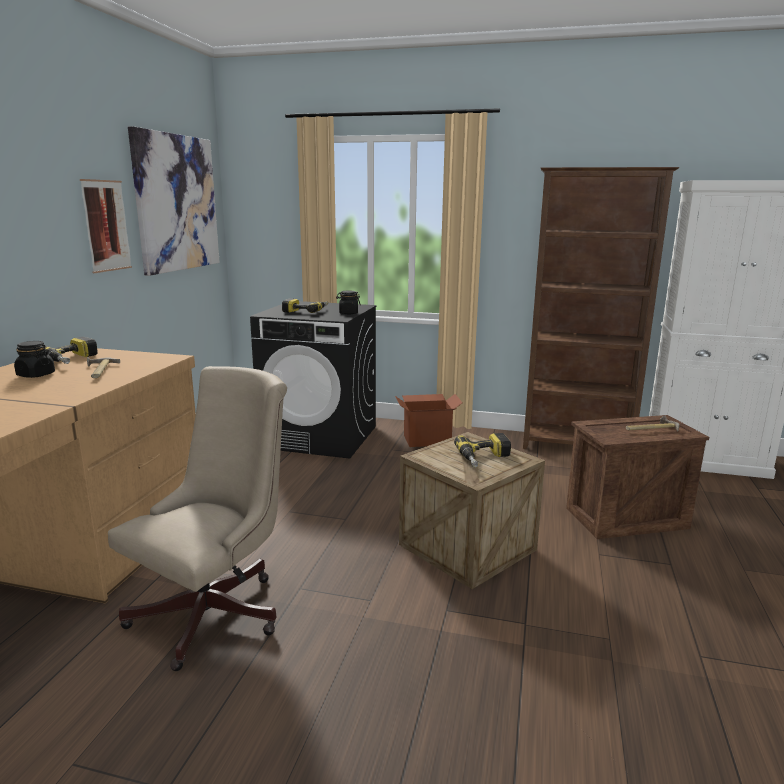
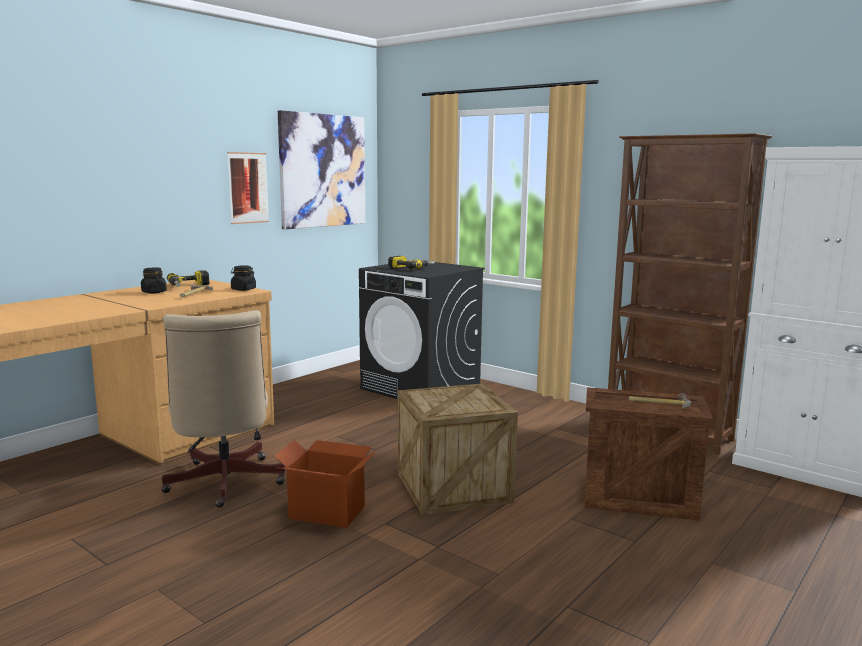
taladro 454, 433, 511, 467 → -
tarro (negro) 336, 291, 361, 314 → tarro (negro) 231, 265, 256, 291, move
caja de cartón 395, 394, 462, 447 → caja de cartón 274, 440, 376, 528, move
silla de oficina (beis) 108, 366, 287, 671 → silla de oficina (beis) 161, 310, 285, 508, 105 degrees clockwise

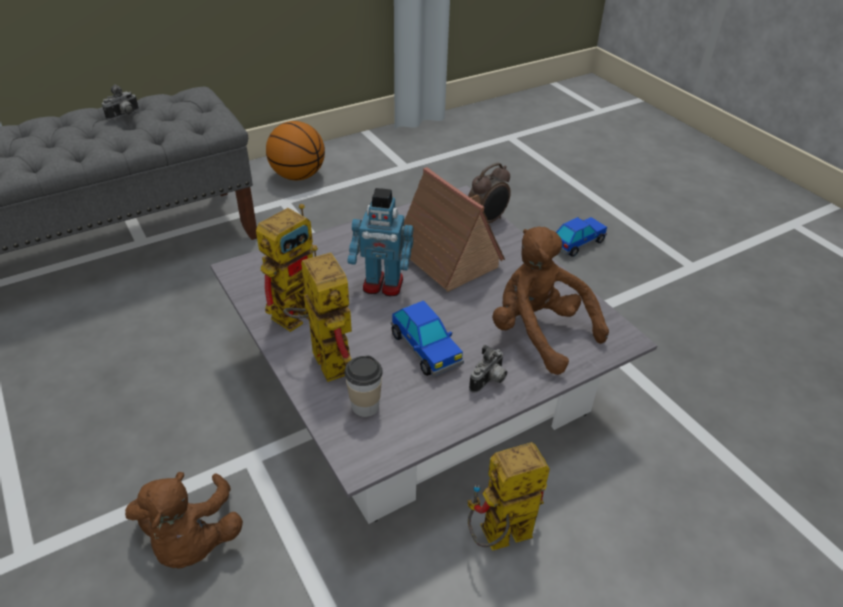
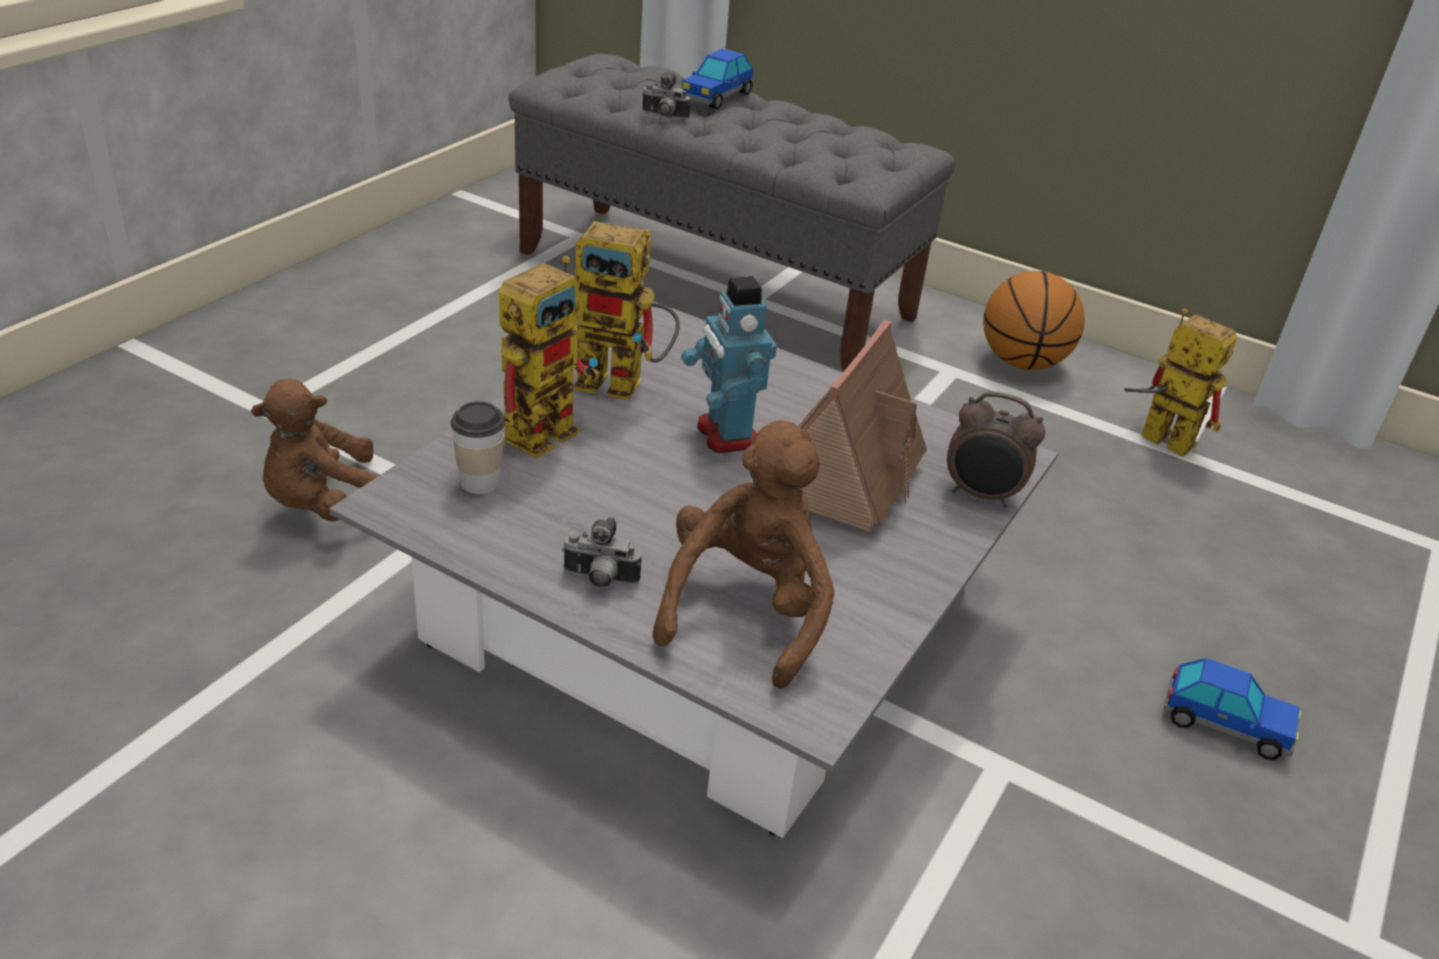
cámara 102, 84, 139, 120 → cámara 642, 72, 691, 120, move
coche de juguete 391, 301, 464, 376 → coche de juguete 682, 48, 754, 110, move
robot de juguete 468, 442, 550, 551 → robot de juguete 1124, 308, 1237, 457, move

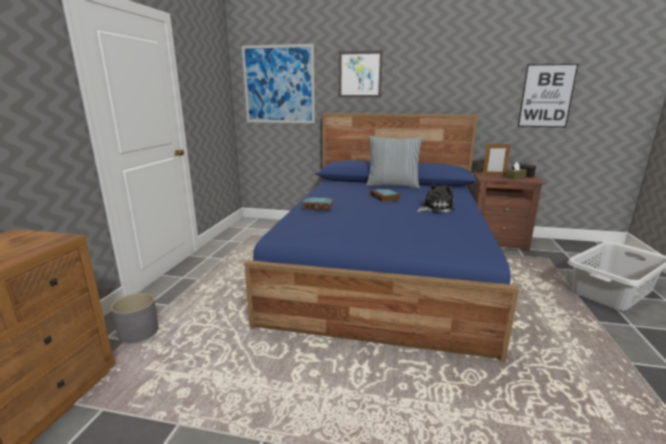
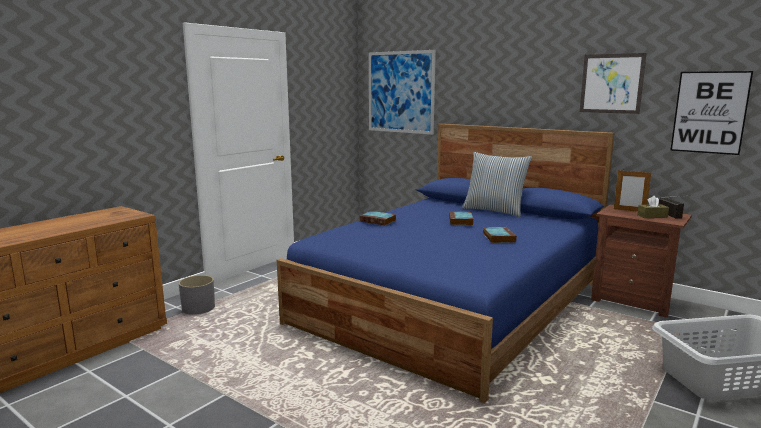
cuadro 339, 50, 383, 98 → cuadro 580, 53, 647, 114, move
peluche 417, 184, 455, 213 → libro 483, 227, 517, 243

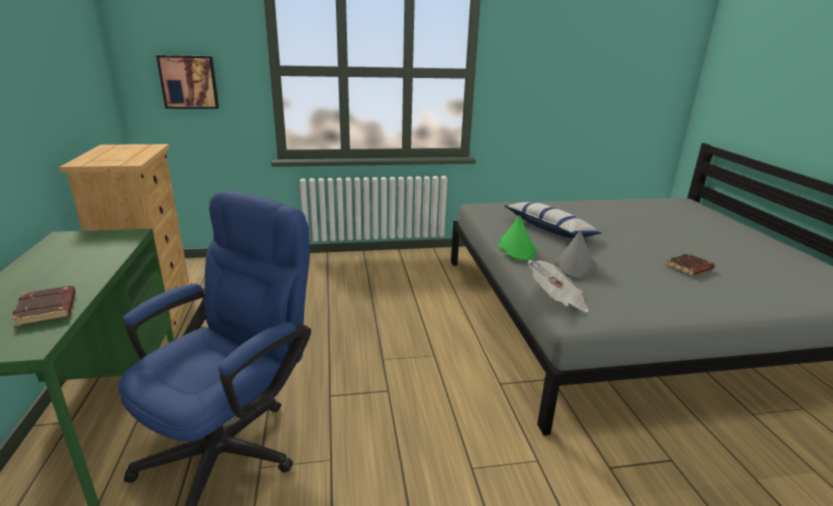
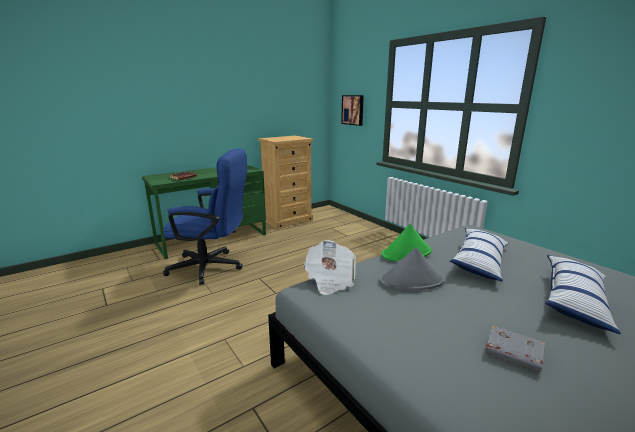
- → cojín 545, 255, 621, 334
libro (marrón) 666, 253, 715, 276 → libro (gris) 485, 326, 545, 372

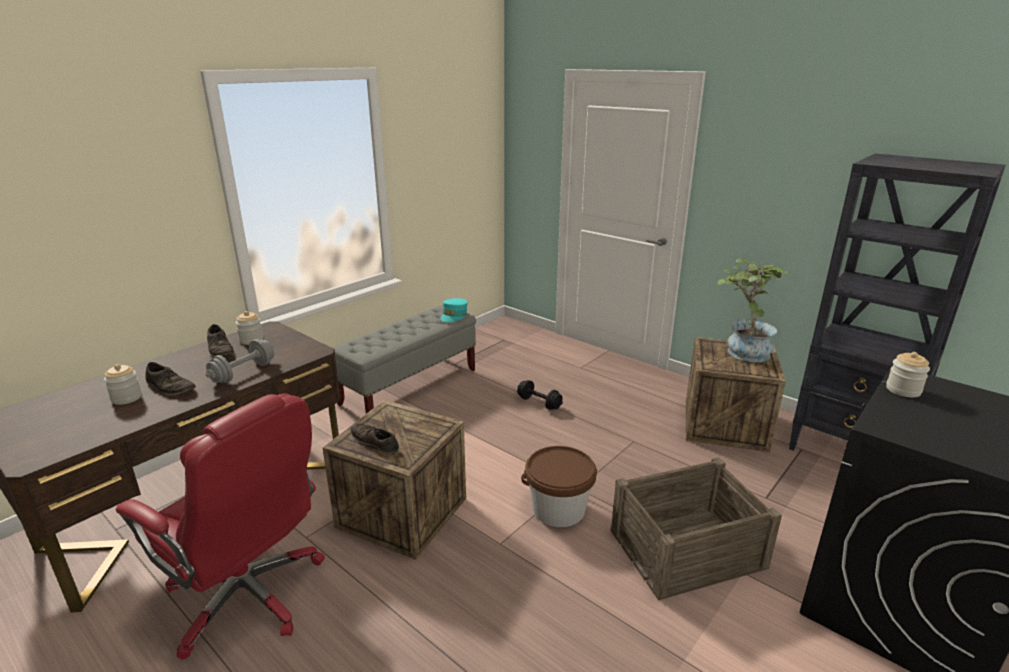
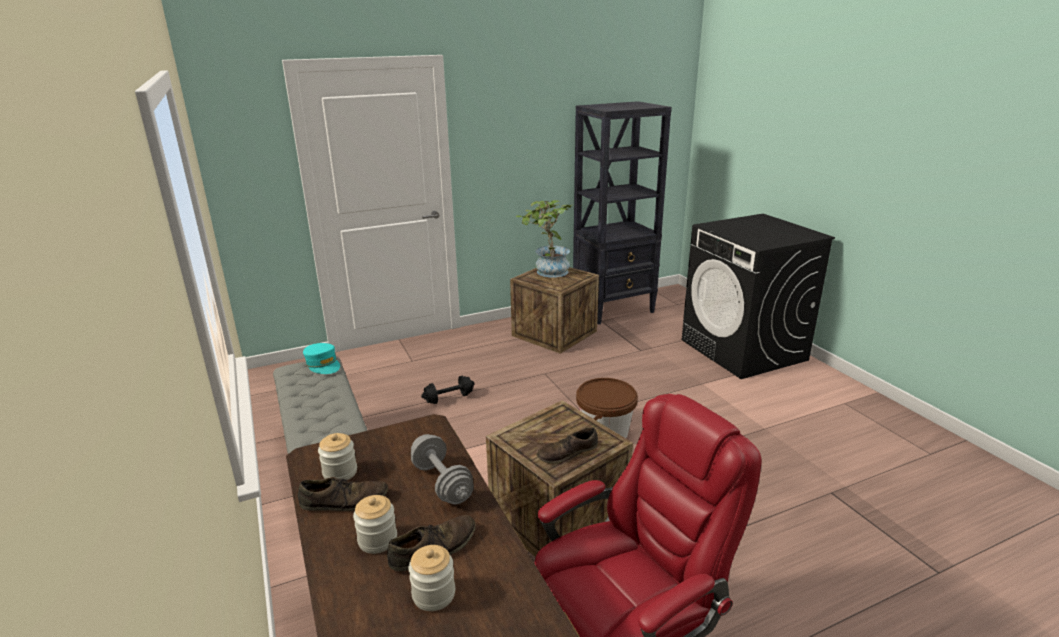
caja de embalaje 611, 457, 782, 600 → -
tarro 886, 352, 930, 397 → tarro 353, 495, 397, 554, move

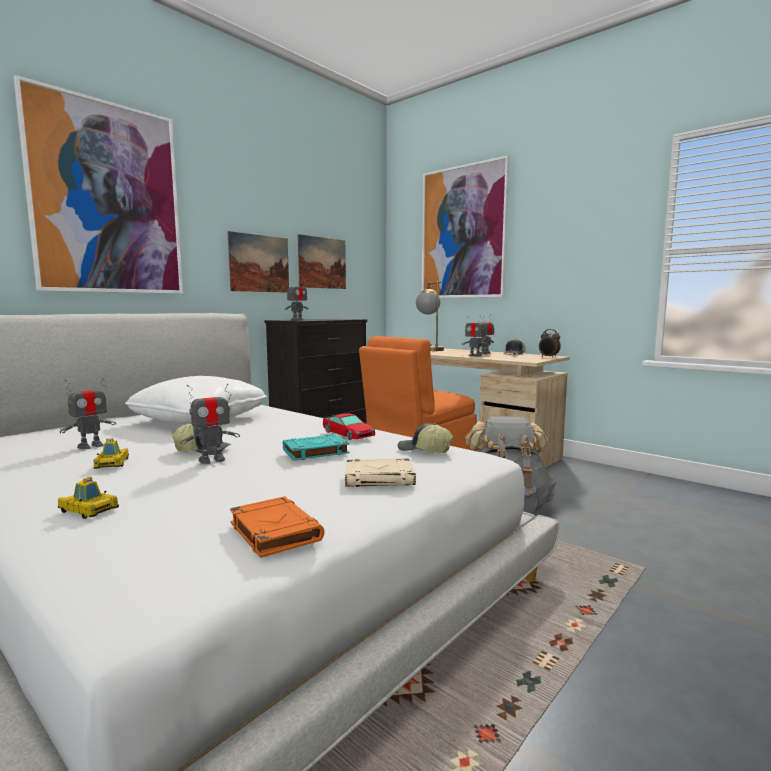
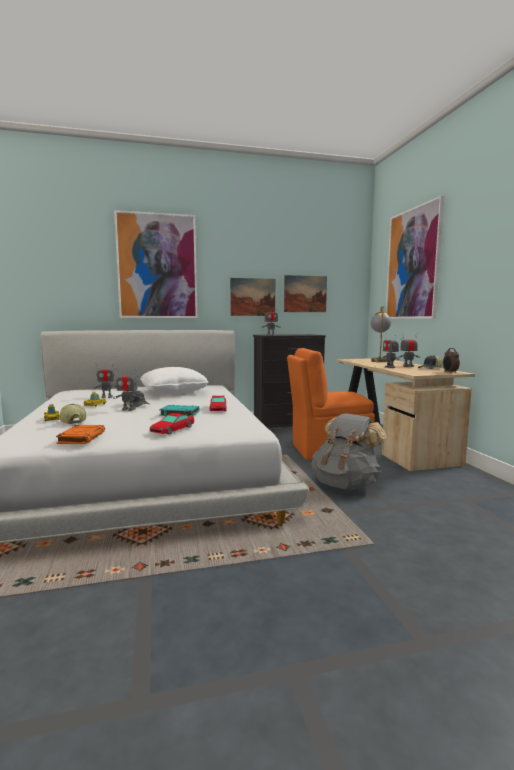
gorra 398, 423, 454, 453 → gorra 59, 404, 86, 424, move
libro (beis) 345, 458, 416, 487 → coche de juguete 150, 413, 194, 434

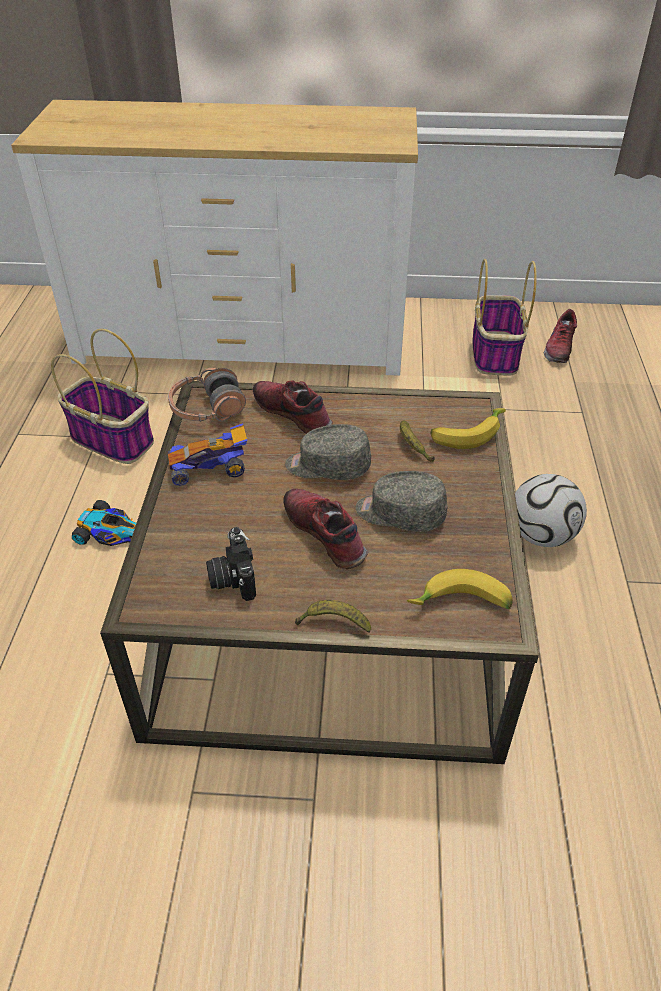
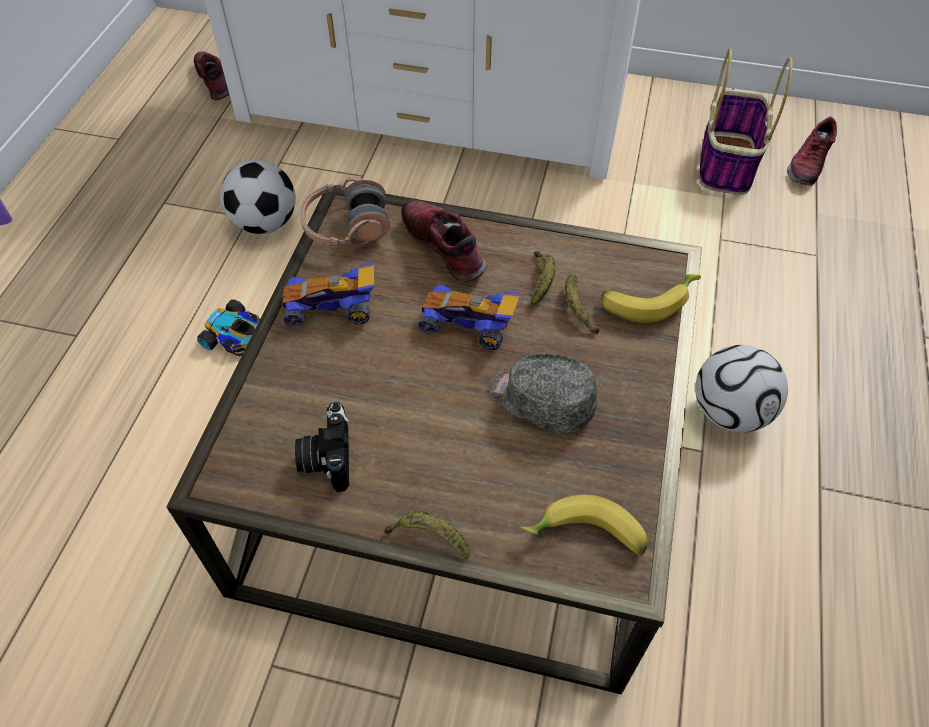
- → plátano 530, 251, 555, 305
zapato 283, 488, 368, 569 → zapato 194, 52, 229, 100, move
cesta 51, 329, 154, 464 → balón de fútbol 220, 160, 296, 234
gorra (gris) 285, 424, 371, 480 → coche de juguete 418, 285, 521, 350

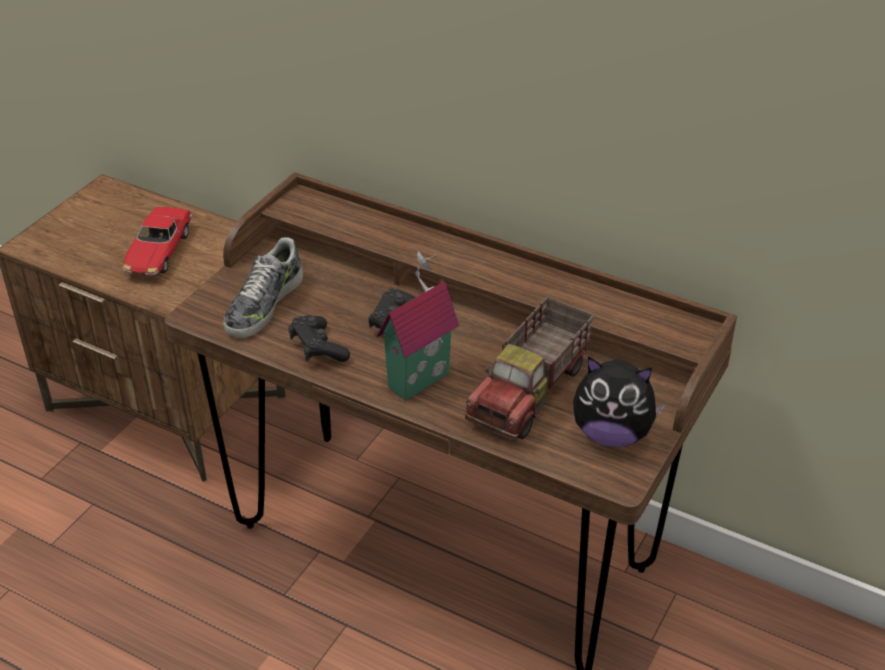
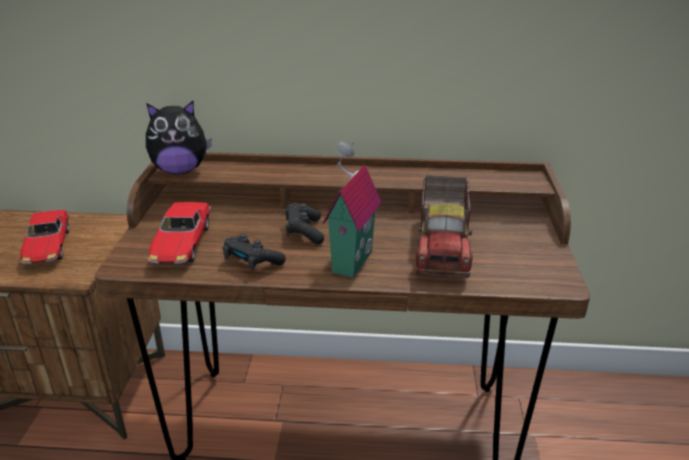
peluche 573, 357, 666, 447 → peluche 146, 101, 212, 174, move
zapato 224, 237, 303, 338 → coche de juguete 148, 202, 211, 264

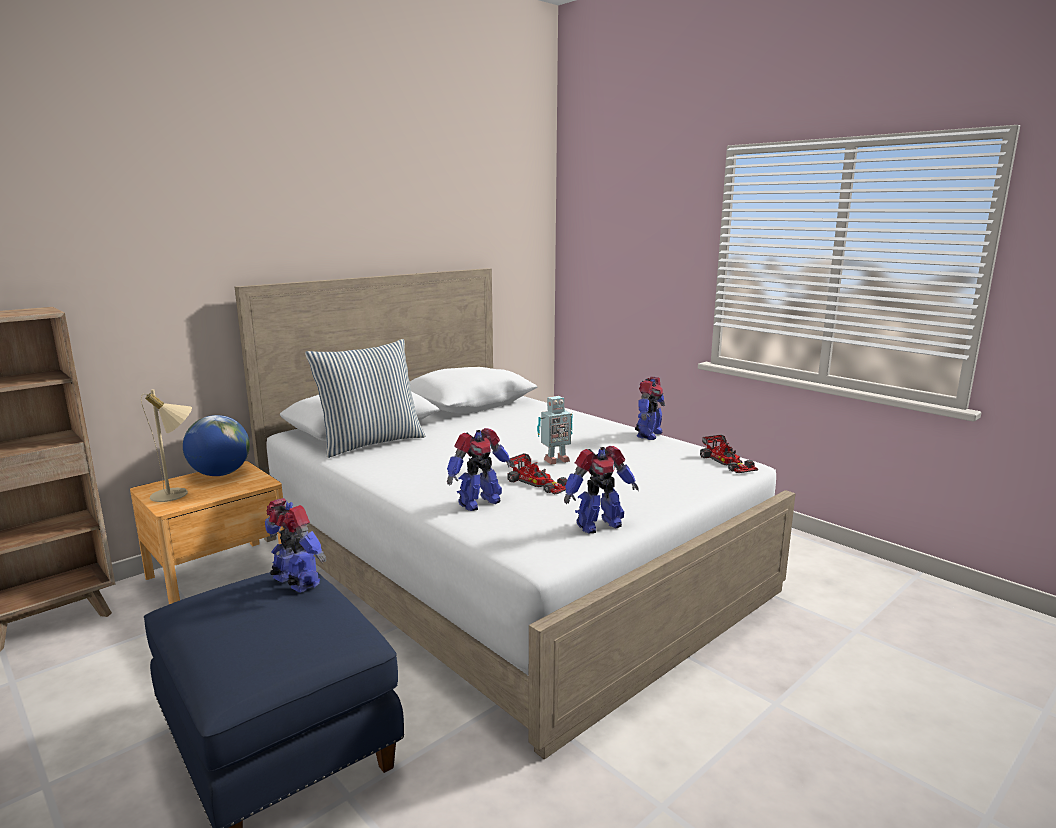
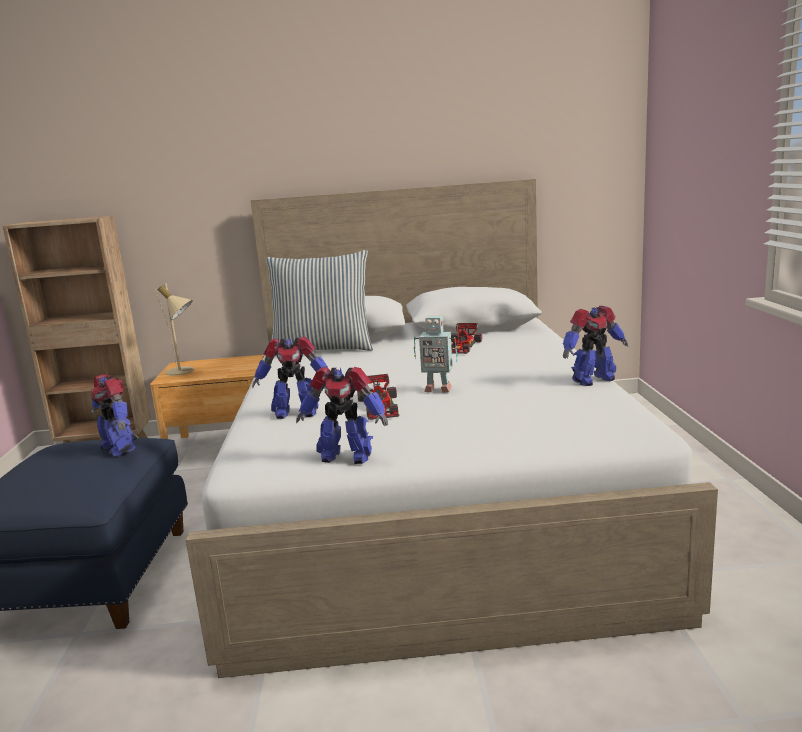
globo terráqueo 183, 415, 250, 476 → -
coche de juguete 700, 435, 758, 473 → coche de juguete 451, 323, 482, 354, move
robot de juguete 265, 498, 326, 593 → robot de juguete 91, 374, 137, 456, 150 degrees clockwise

